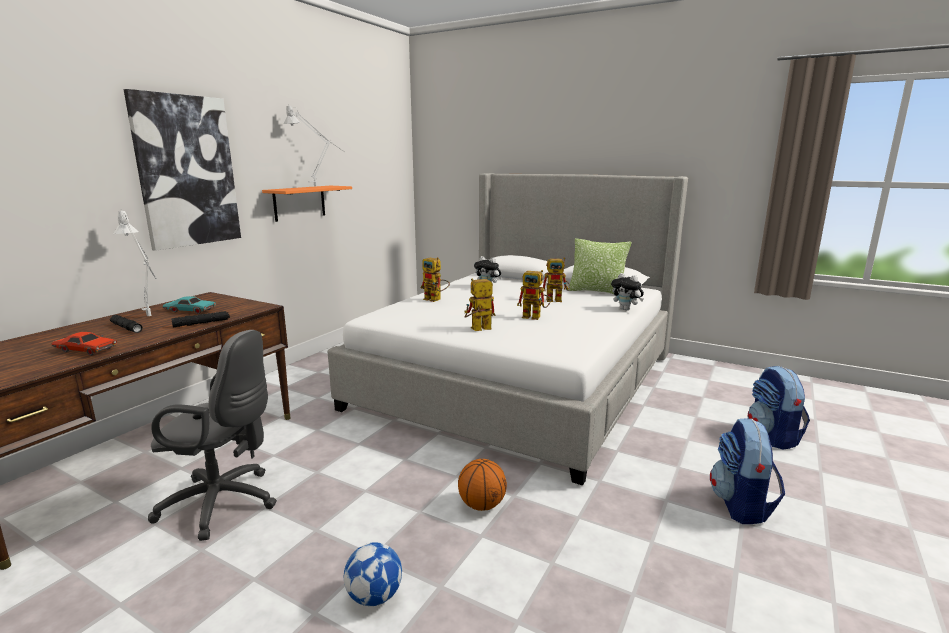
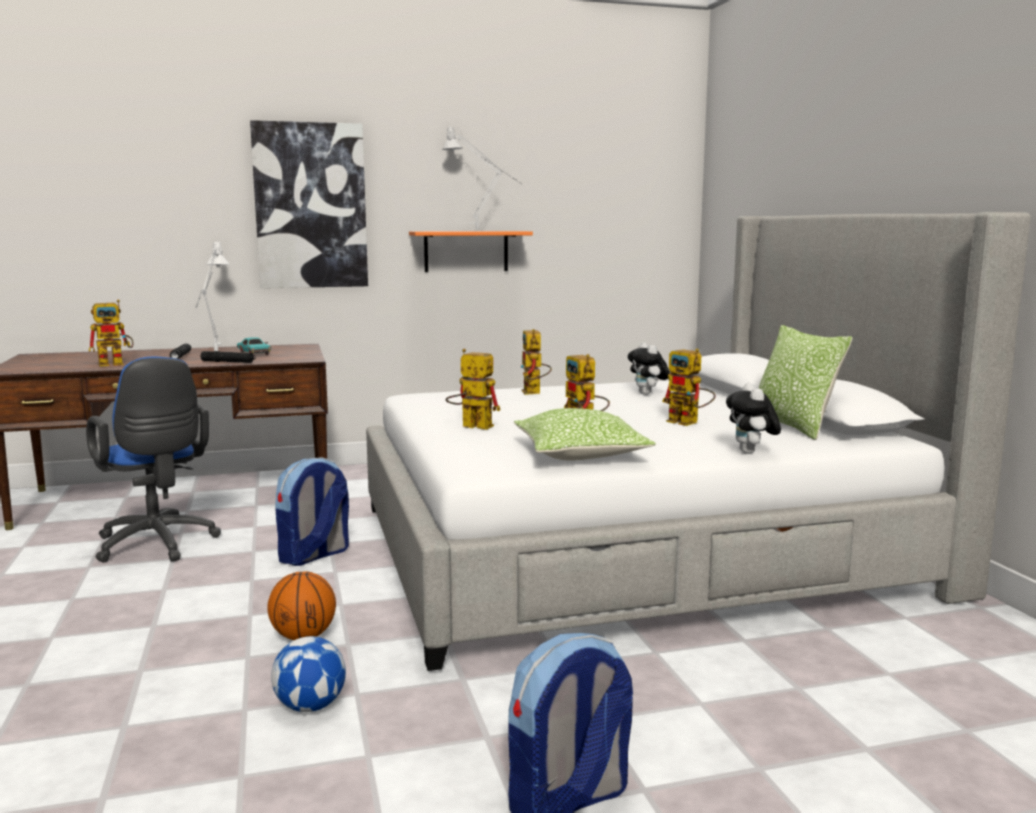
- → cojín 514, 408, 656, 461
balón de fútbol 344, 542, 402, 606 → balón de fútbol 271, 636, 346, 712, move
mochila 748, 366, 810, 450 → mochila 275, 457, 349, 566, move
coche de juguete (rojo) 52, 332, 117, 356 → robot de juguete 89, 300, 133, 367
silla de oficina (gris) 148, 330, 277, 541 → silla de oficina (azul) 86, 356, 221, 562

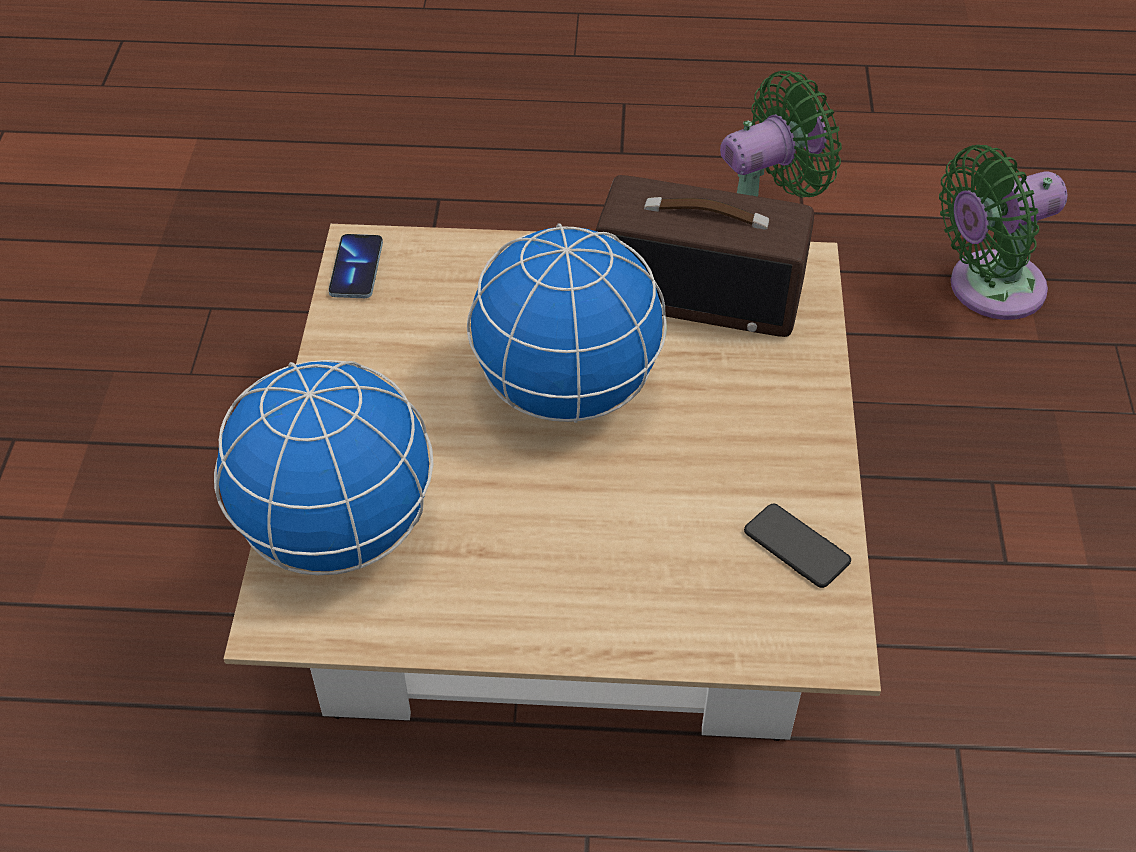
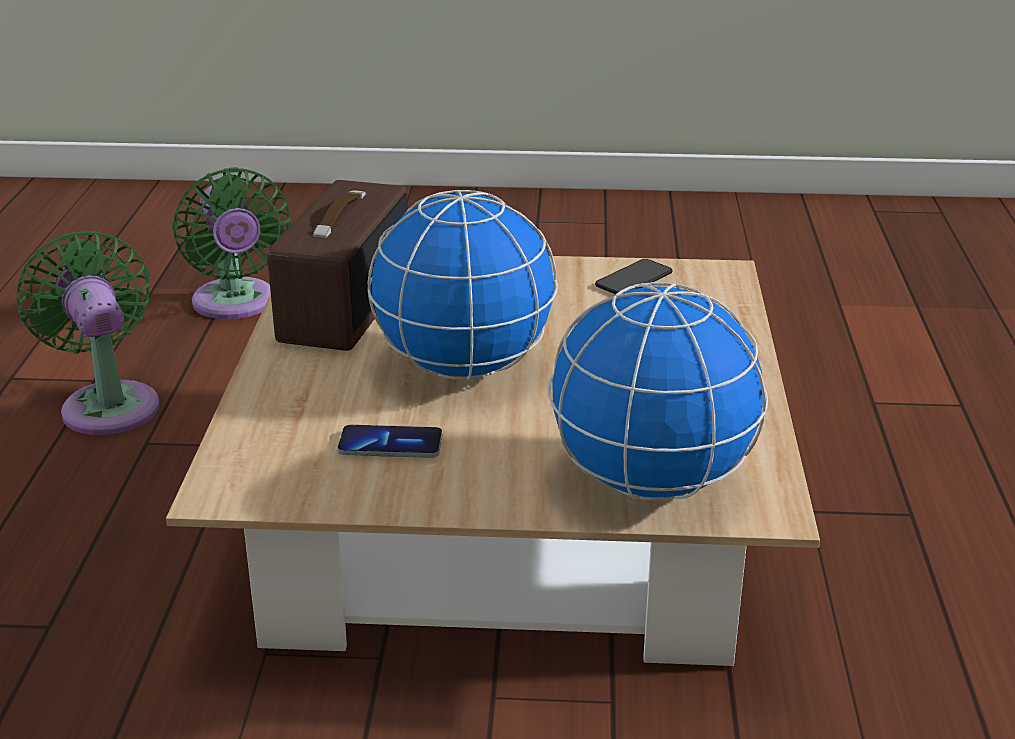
móvil 328, 234, 383, 298 → móvil 338, 425, 443, 458, move

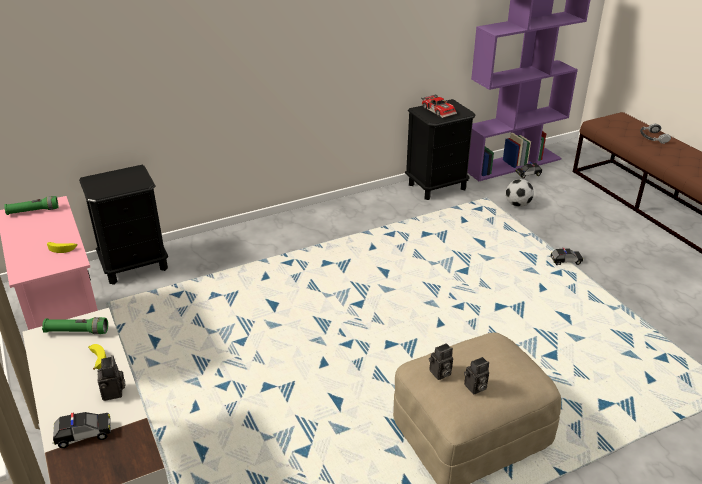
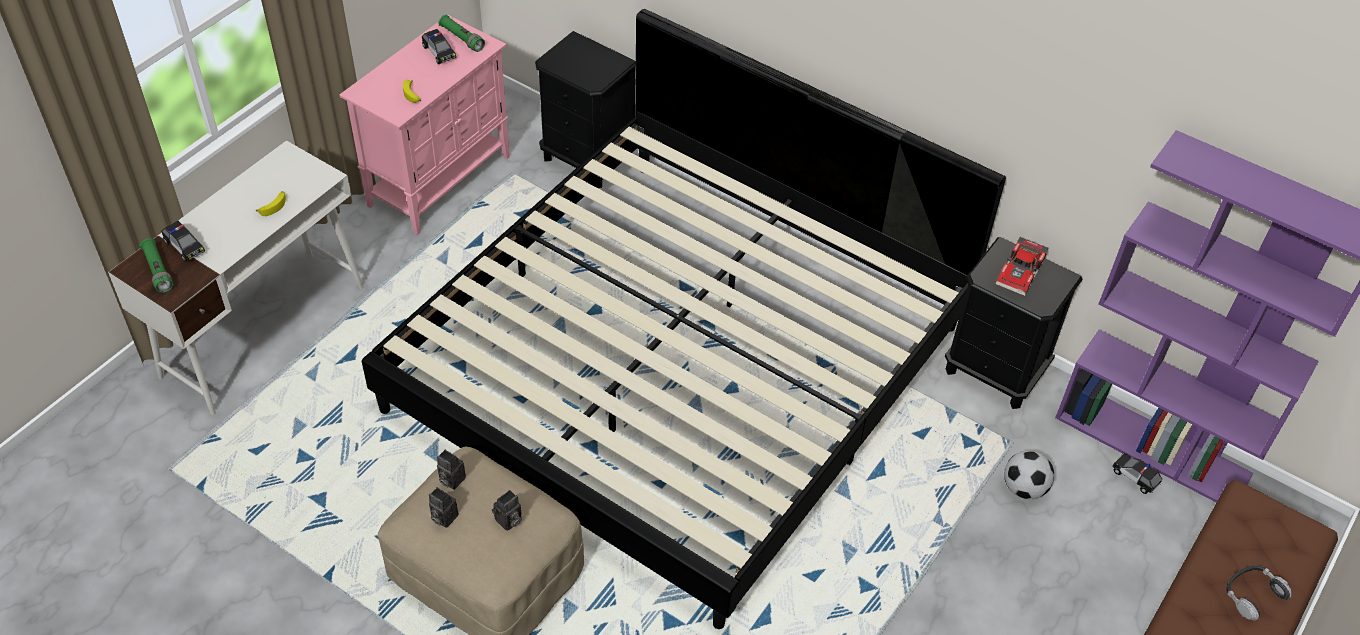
- → cama 362, 9, 1006, 629
linterna (verde) 42, 317, 108, 334 → linterna (verde) 139, 238, 173, 293, move
cámara 97, 355, 126, 401 → cámara 492, 490, 522, 531, move
coche de juguete 550, 248, 583, 265 → coche de juguete 422, 29, 456, 64, move

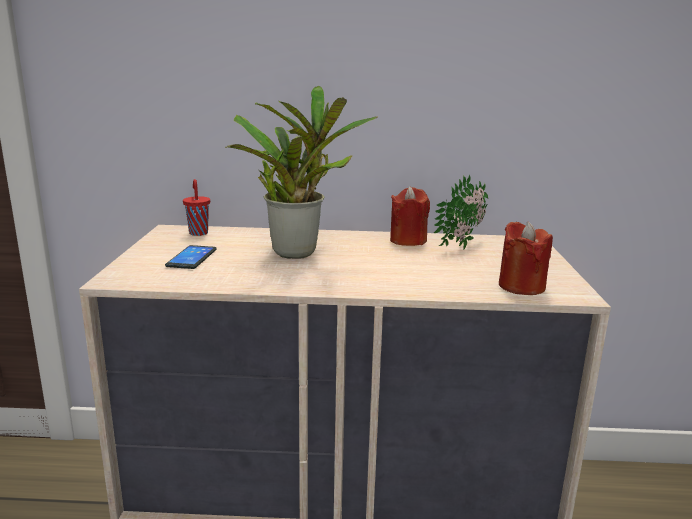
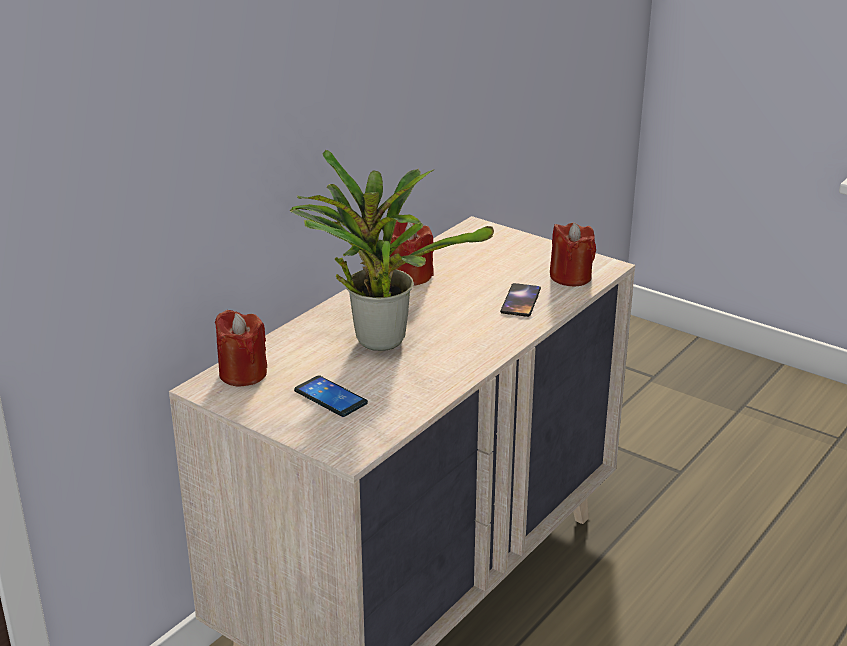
planta en maceta 434, 174, 488, 250 → -
- → móvil 500, 283, 541, 317
taza (rojo) 183, 179, 210, 236 → vela (rojo) 215, 310, 267, 386

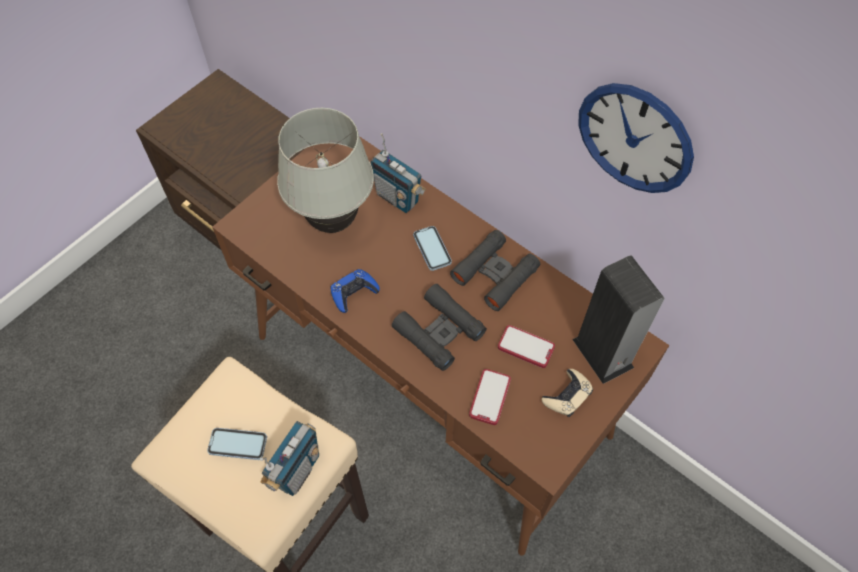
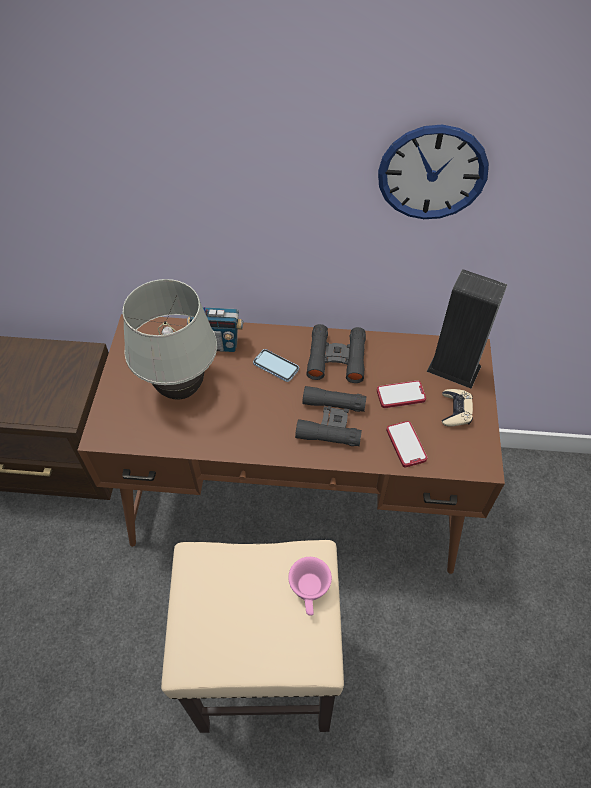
móvil 207, 428, 267, 460 → -
mando de consola (azul) 331, 269, 380, 313 → -
radio 260, 421, 319, 496 → taza (rosa) 288, 557, 332, 616

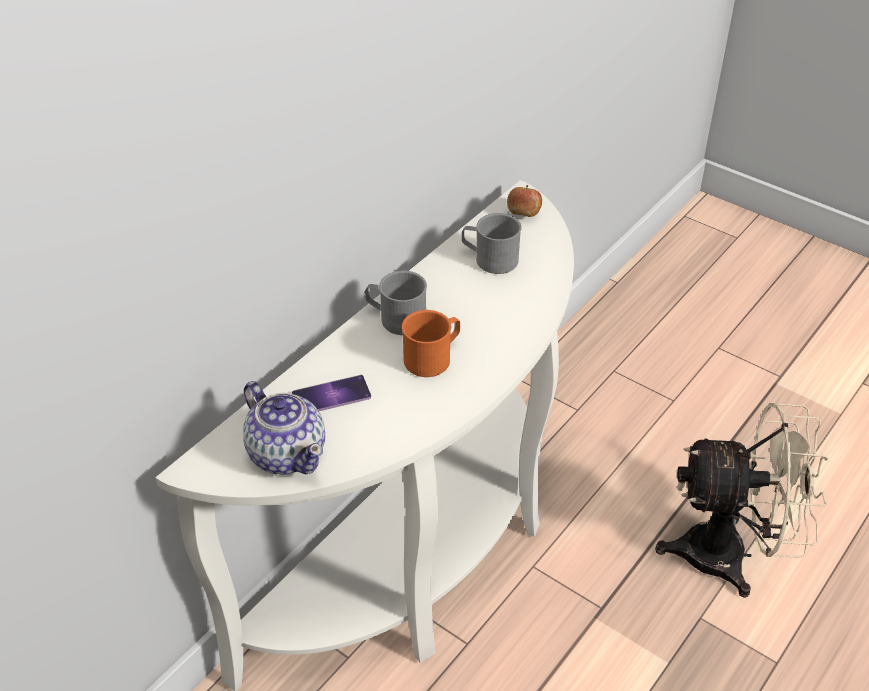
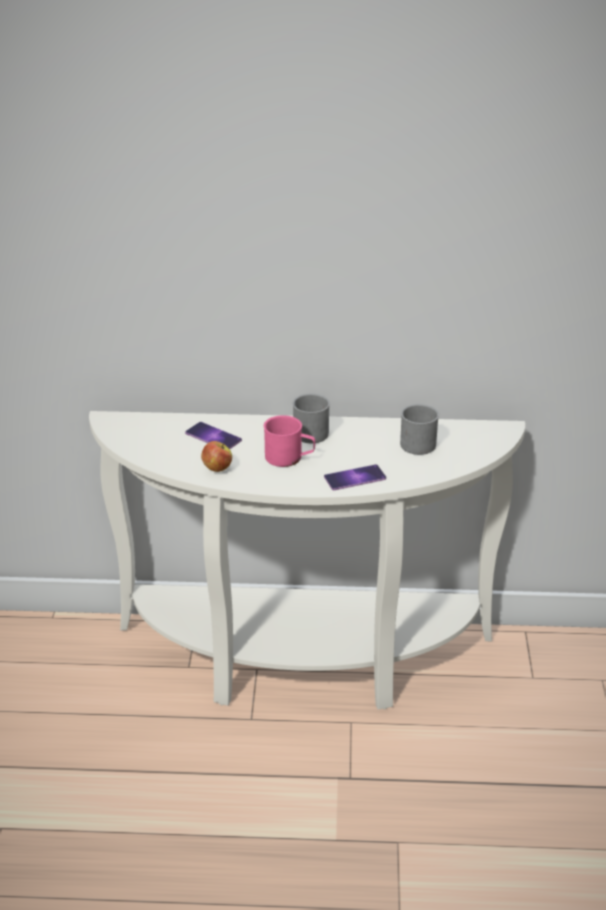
tetera 243, 381, 325, 475 → -
ventilador (beis) 655, 403, 828, 598 → -
- → móvil 324, 464, 386, 490
manzana 507, 185, 542, 217 → manzana 201, 441, 232, 472, move
taza grande (naranja) 402, 310, 460, 377 → taza grande (rosa) 264, 415, 315, 467

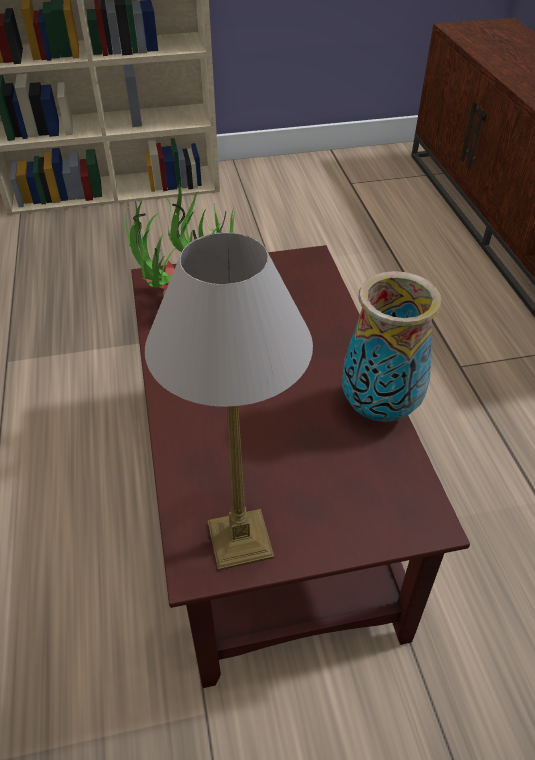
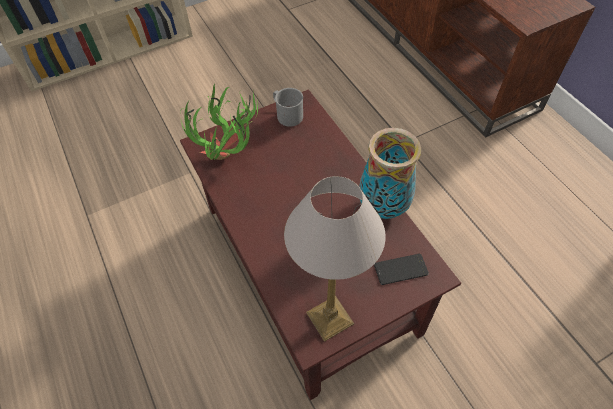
- → taza grande (gris) 273, 88, 303, 127
- → móvil 374, 254, 429, 285

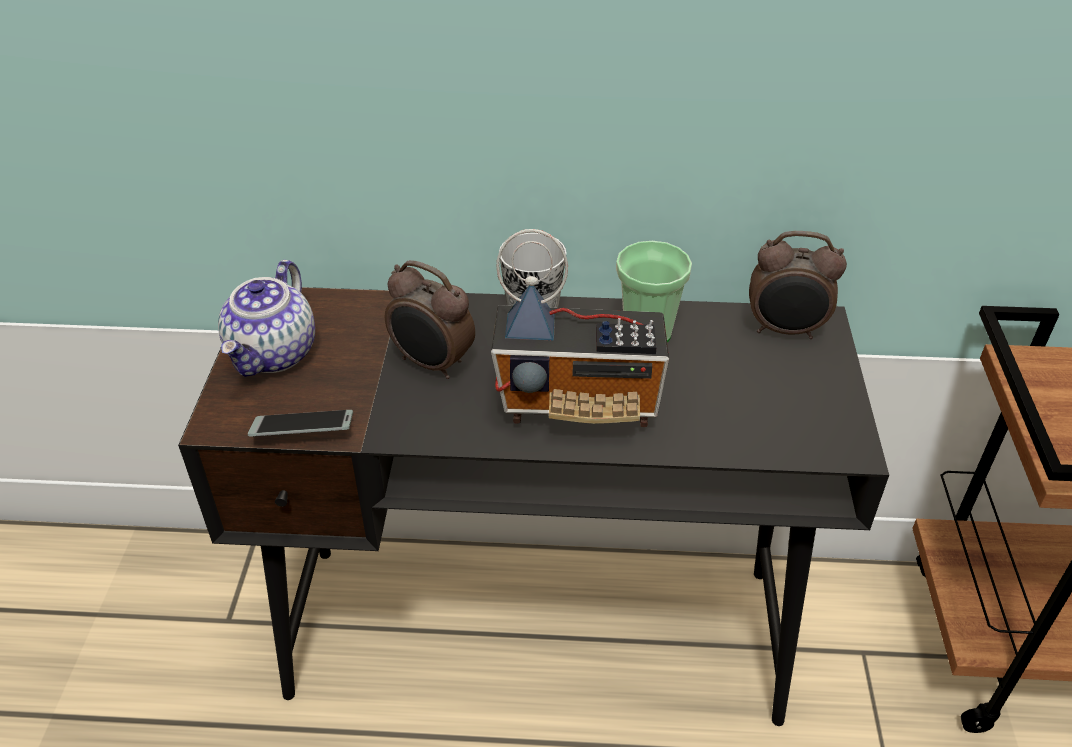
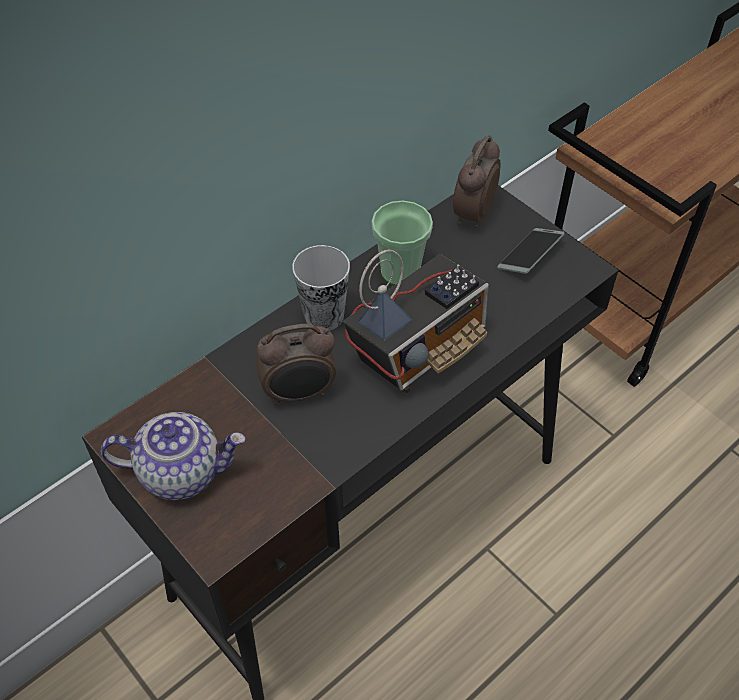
móvil 248, 410, 353, 437 → móvil 497, 228, 565, 274, move
tetera 218, 260, 315, 377 → tetera 101, 412, 246, 500, 60 degrees counterclockwise
despertador 749, 231, 847, 339 → despertador 453, 135, 501, 227, 150 degrees clockwise

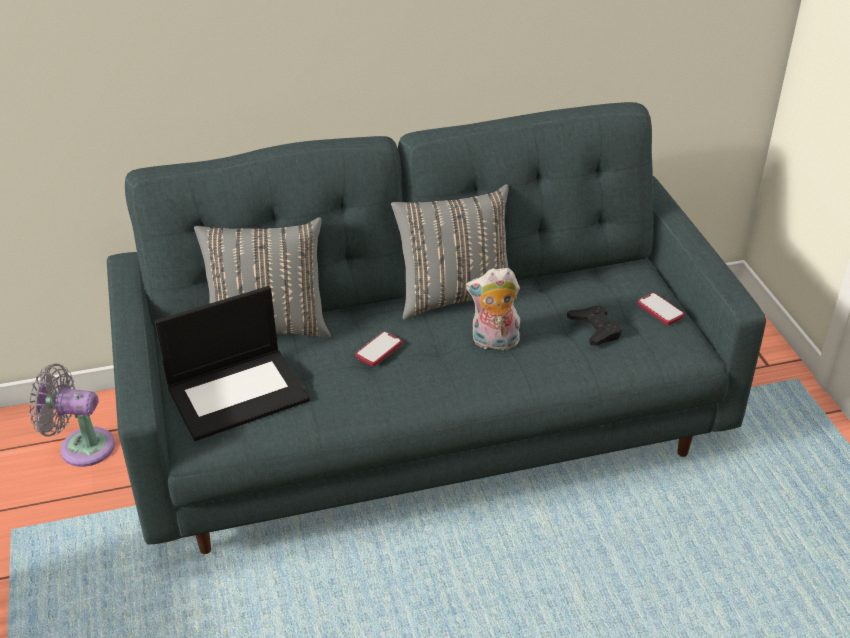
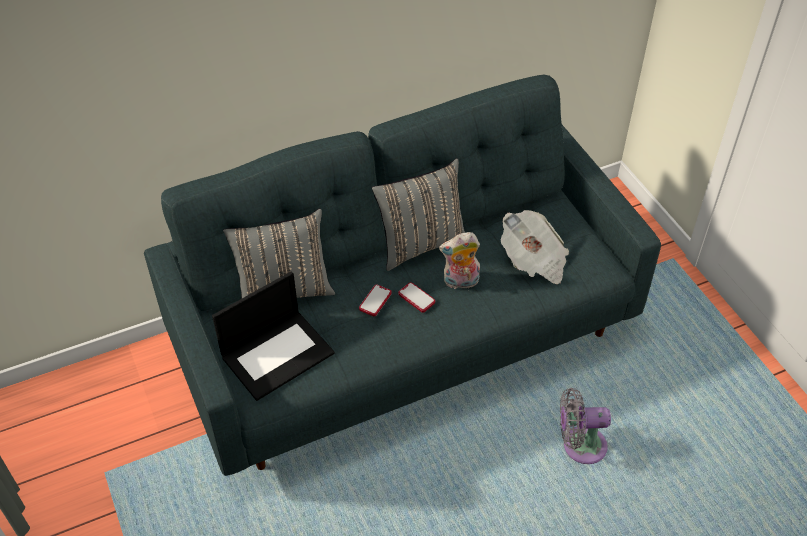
ventilador (gris) 29, 364, 115, 467 → ventilador (gris) 560, 388, 611, 464, move
móvil 637, 293, 684, 325 → móvil 398, 282, 435, 313, move
mando de consola (negro) 567, 305, 622, 346 → periódico 500, 210, 569, 284

